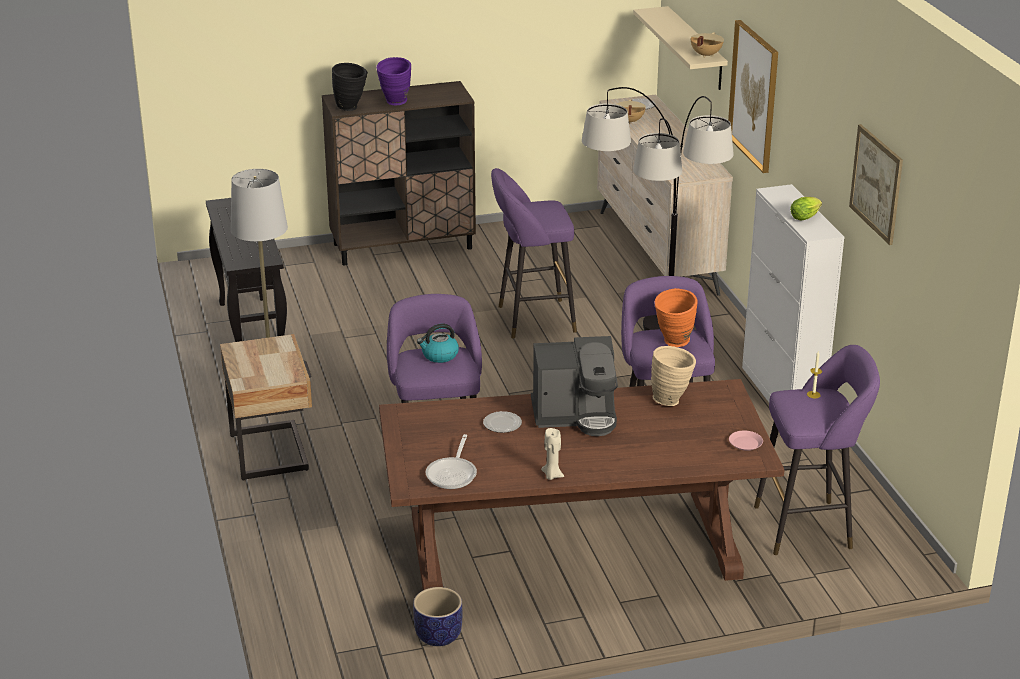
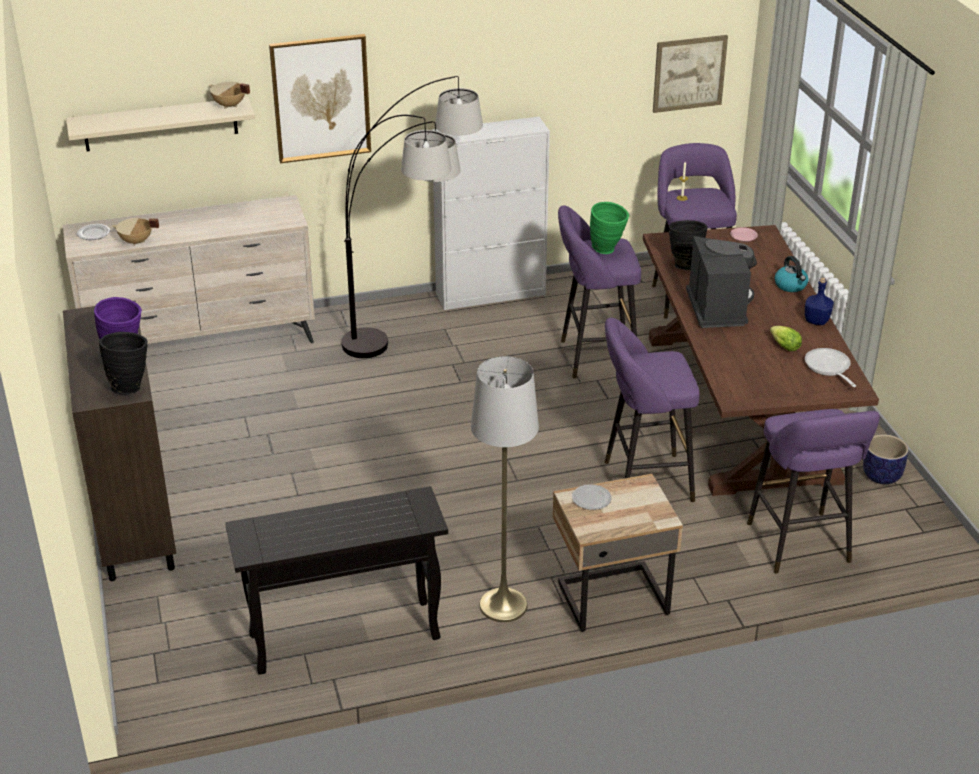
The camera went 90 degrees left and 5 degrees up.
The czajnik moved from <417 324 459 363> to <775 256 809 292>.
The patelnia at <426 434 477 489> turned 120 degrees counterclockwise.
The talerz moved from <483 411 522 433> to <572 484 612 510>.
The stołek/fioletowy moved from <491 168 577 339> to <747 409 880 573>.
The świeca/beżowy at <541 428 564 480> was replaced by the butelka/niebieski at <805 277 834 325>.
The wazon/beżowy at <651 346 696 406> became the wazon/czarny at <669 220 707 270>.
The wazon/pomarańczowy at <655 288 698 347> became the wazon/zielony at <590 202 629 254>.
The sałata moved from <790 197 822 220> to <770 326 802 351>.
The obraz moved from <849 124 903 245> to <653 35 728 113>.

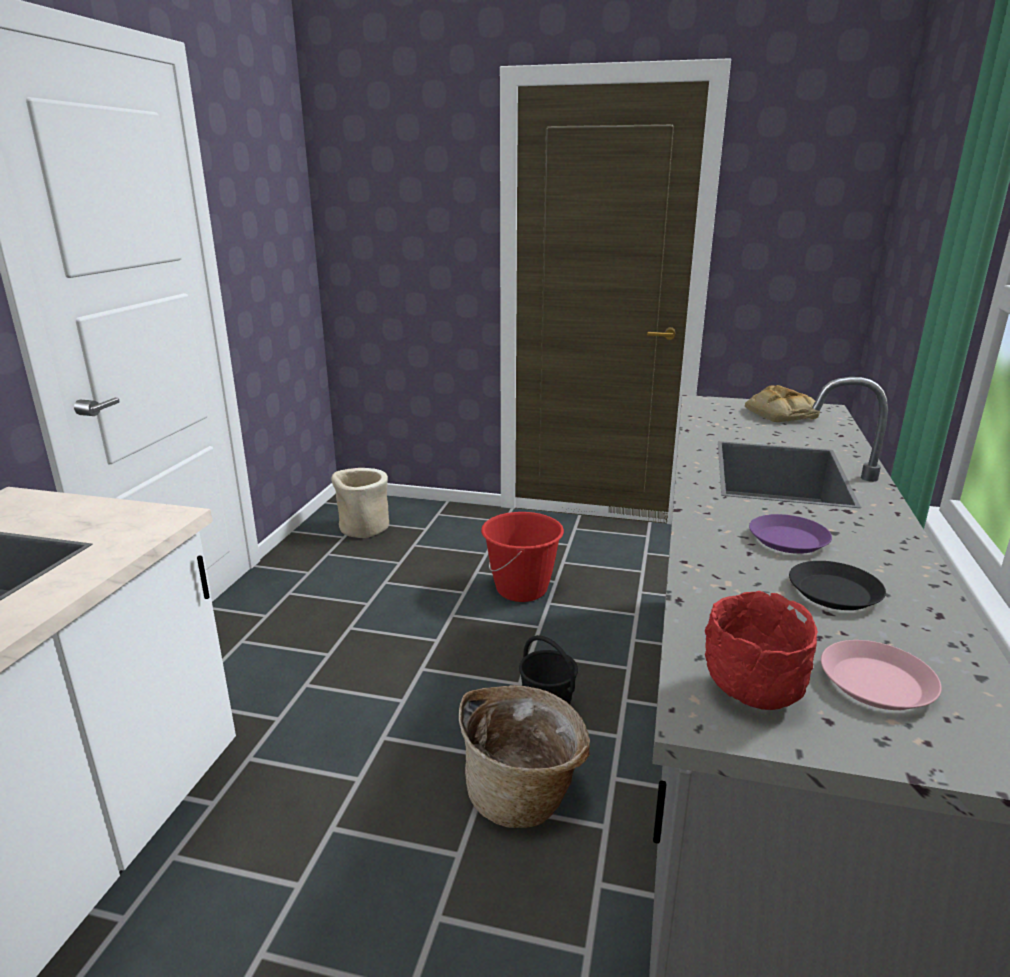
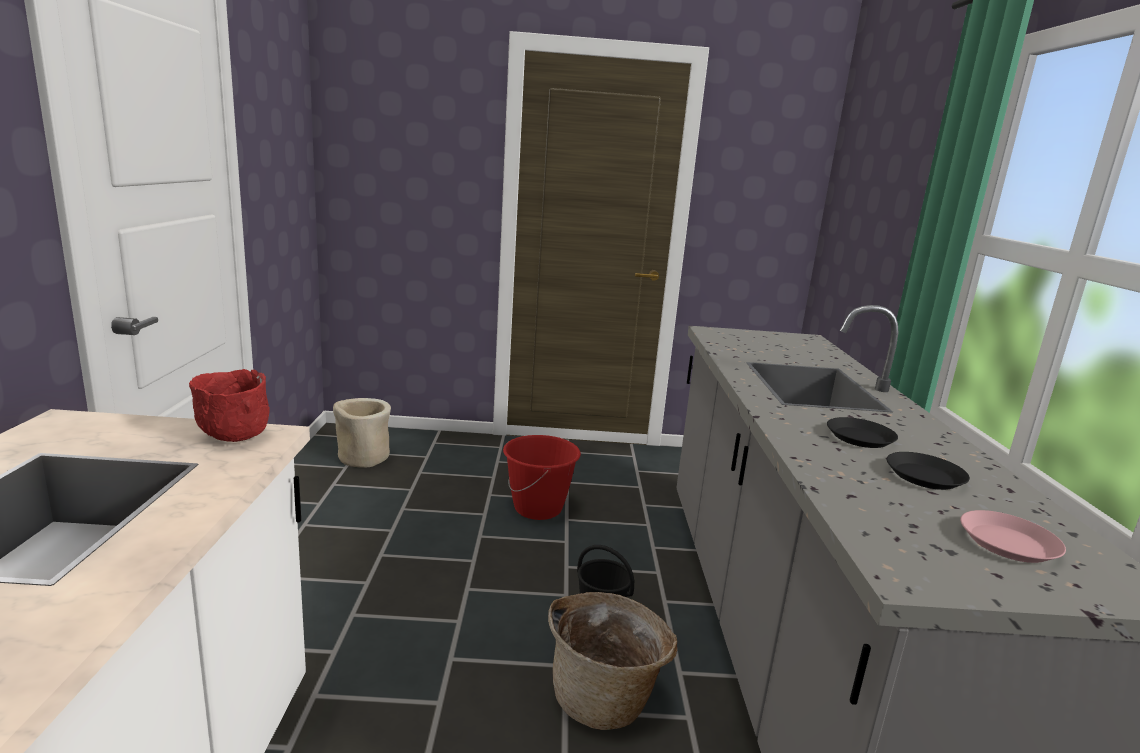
The camera went 15 degrees left and 5 degrees down.
The miska/czerwony moved from <705 591 818 710> to <189 369 270 442>.
The chleb at <745 385 820 422> disappeared.
The talerz/fioletowy at <749 514 832 554> became the talerz/czarny at <827 417 898 448>.

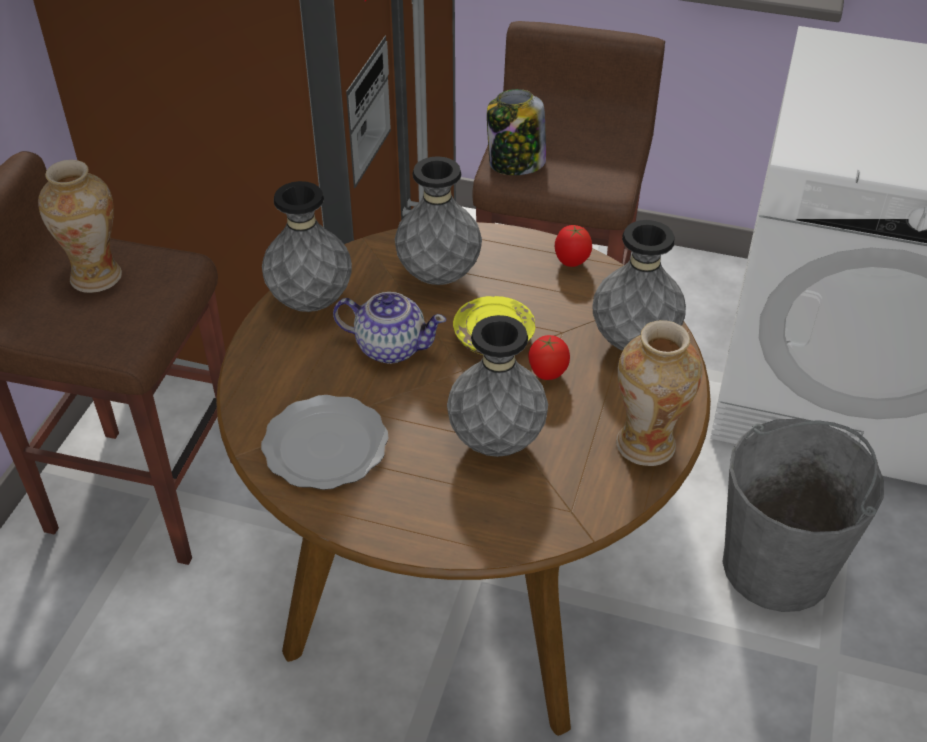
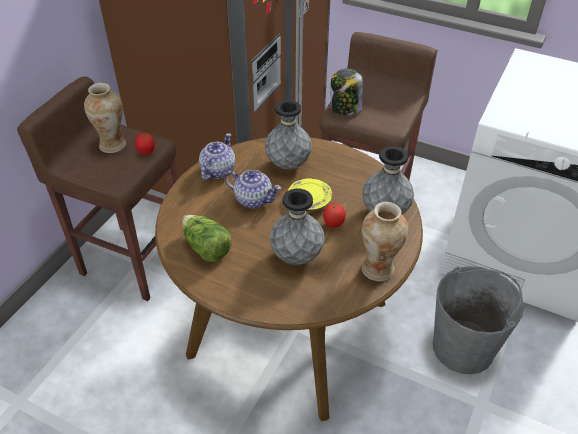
The camera went 10 degrees right and 0 degrees up.
The talerz at <261 395 389 490> was replaced by the sałata at <182 215 232 262>.
The wazon/szary at <262 181 352 312> was replaced by the imbryk at <199 133 236 180>.
The pomidor moved from <555 225 592 267> to <135 133 155 155>.

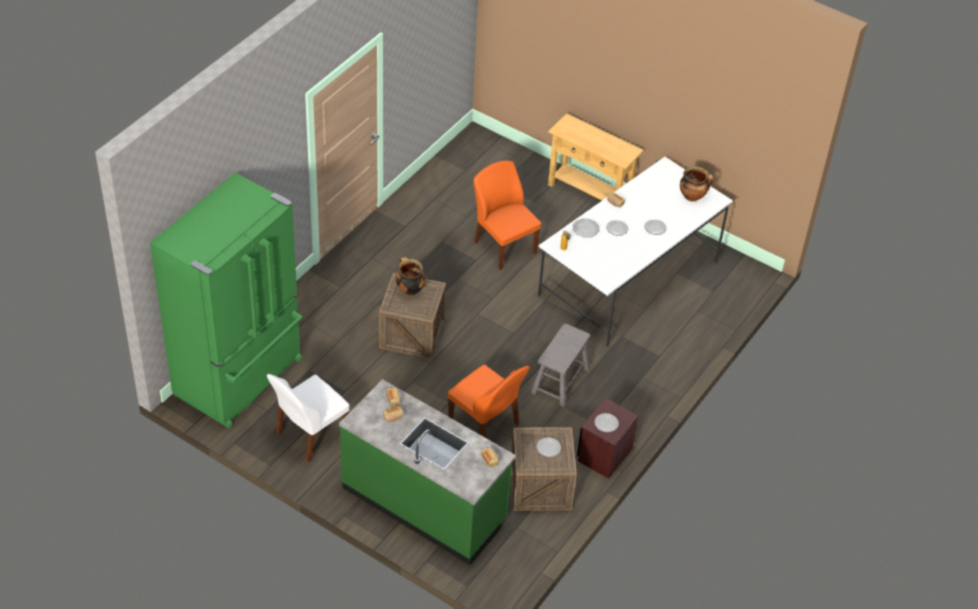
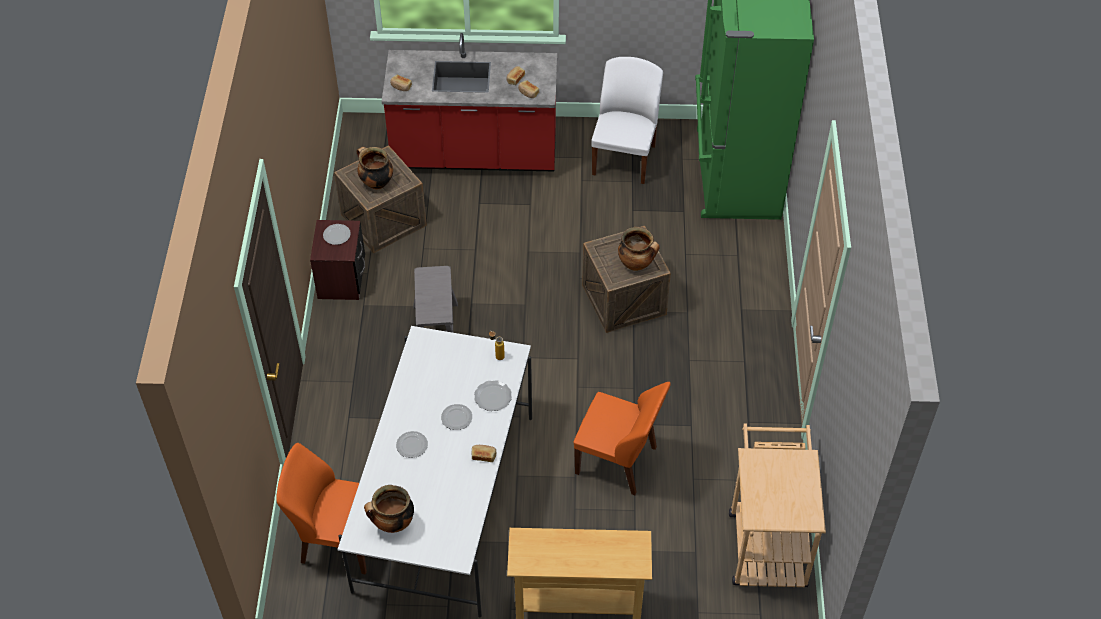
The camera went 150 degrees right and 5 degrees up.
The zabudowa kuchenna/zielony at <339 379 516 565> became the zabudowa kuchenna/czerwony at <382 33 557 171>.
The krzesło/pomarańczowy moved from <448 365 530 438> to <276 443 367 574>.
The talerz at <537 438 561 457> was replaced by the garnek at <357 147 393 189>.
The wózek/beżowy at <729 423 826 587> appeared.

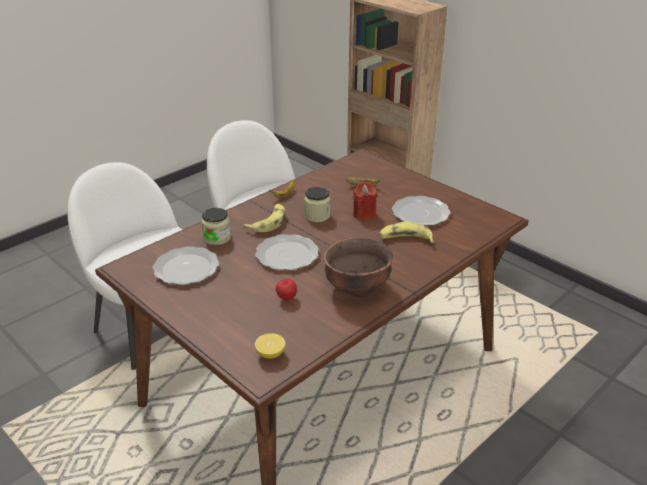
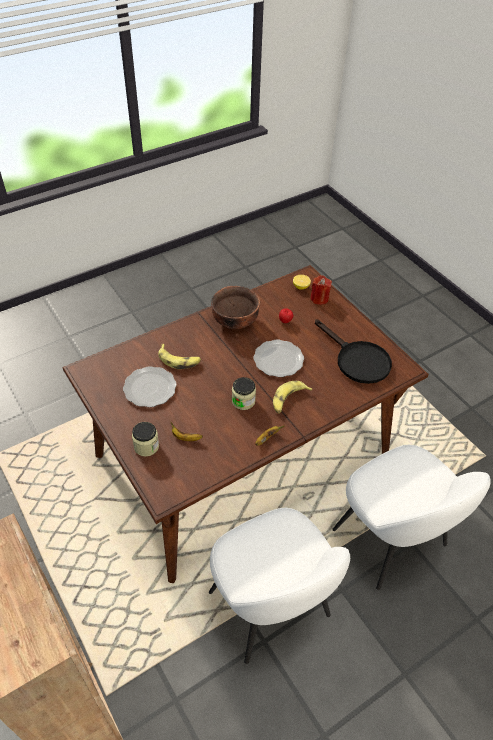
The camera went 170 degrees left and 15 degrees up.
The talerz at <152 246 219 285> was replaced by the patelnia/czarny at <315 319 392 384>.
The słoik moved from <202 208 231 245> to <132 422 159 457>.
The świeca/czerwony moved from <353 182 377 220> to <311 275 332 305>.

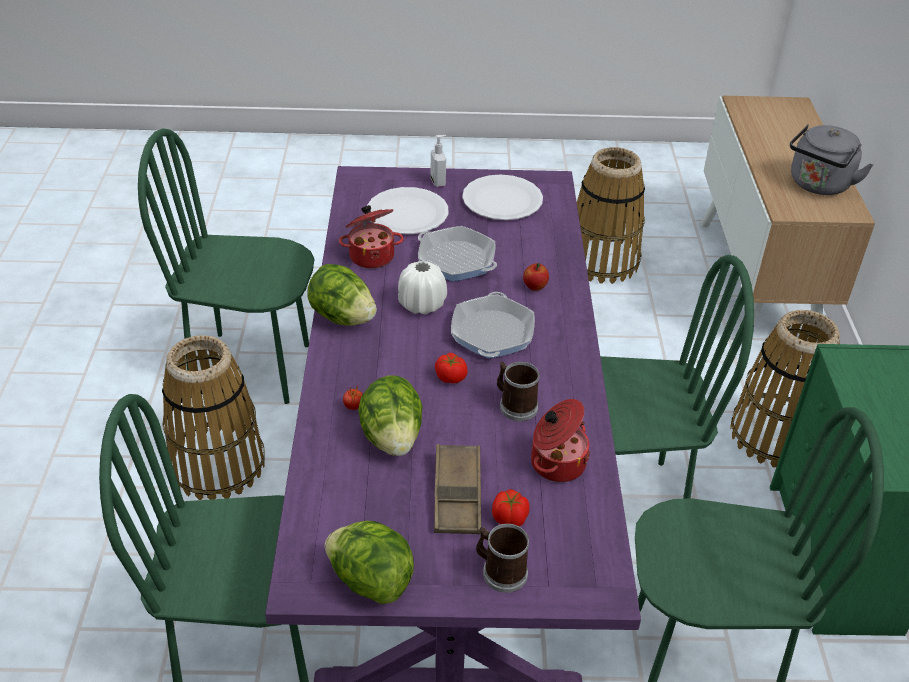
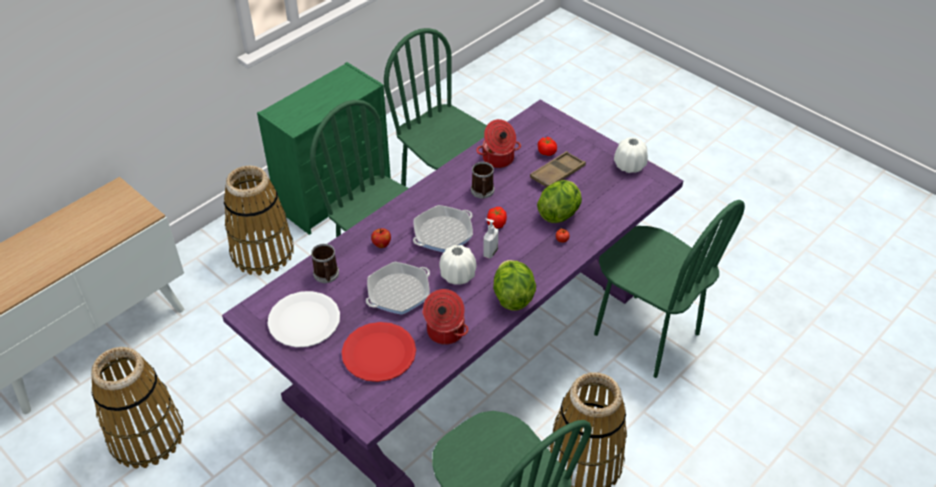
The camera went 135 degrees left and 5 degrees up.
The sałata at <325 521 414 604> was replaced by the wazon/biały at <614 137 648 173>.
The talerz/biały at <367 187 448 234> became the talerz/czerwony at <342 322 416 382>.
The patelnia at <418 226 497 281> turned 120 degrees counterclockwise.
The dozownik mydła moved from <430 135 446 187> to <483 219 498 259>.
The kubek moved from <476 524 529 593> to <311 244 339 283>.
The czajnik/szary at <790 124 874 195> disappeared.

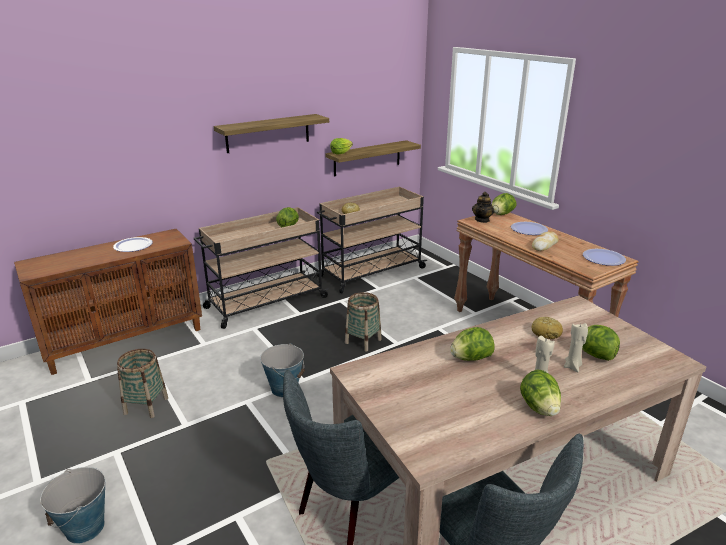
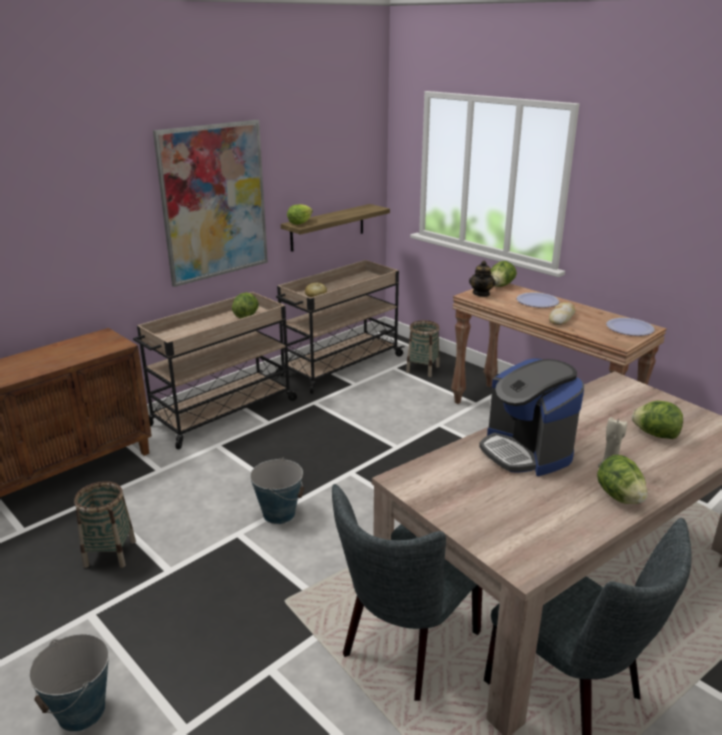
The camera went 10 degrees left and 0 degrees up.
The talerz at <113 237 153 252> disappeared.
The półka at <214 114 329 153> was replaced by the obraz at <153 120 268 287>.
The koszyk moved from <345 292 382 352> to <406 320 440 377>.
The sałata at <450 327 495 361> was replaced by the ekspres do kawy at <479 358 584 476>.
The chleb at <532 316 563 339> disappeared.
The świeca/beżowy at <564 323 588 373> disappeared.

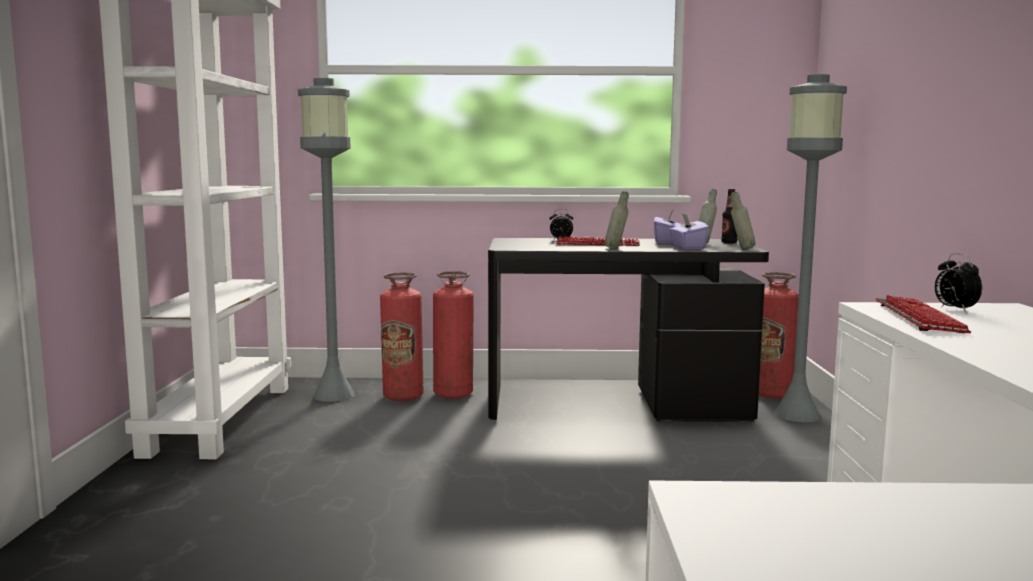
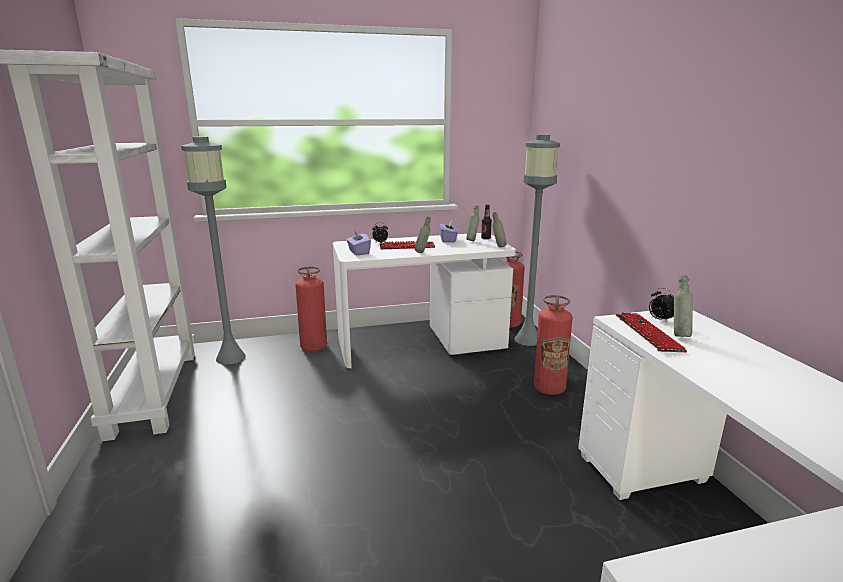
The camera went 15 degrees left and 10 degrees up.
The gaśnica moved from <380 272 424 401> to <534 295 573 395>.
The biurko/czarny at <488 238 769 422> became the biurko/biały at <333 233 516 368>.
The pudełko chusteczek/fioletowy moved from <669 213 709 250> to <346 230 371 255>.
The butelka/szary at <674 275 693 337> appeared.

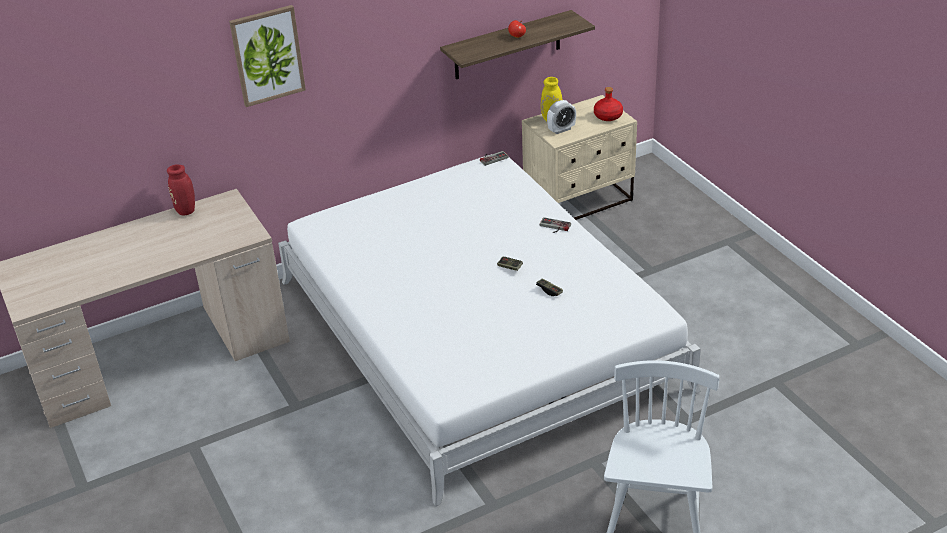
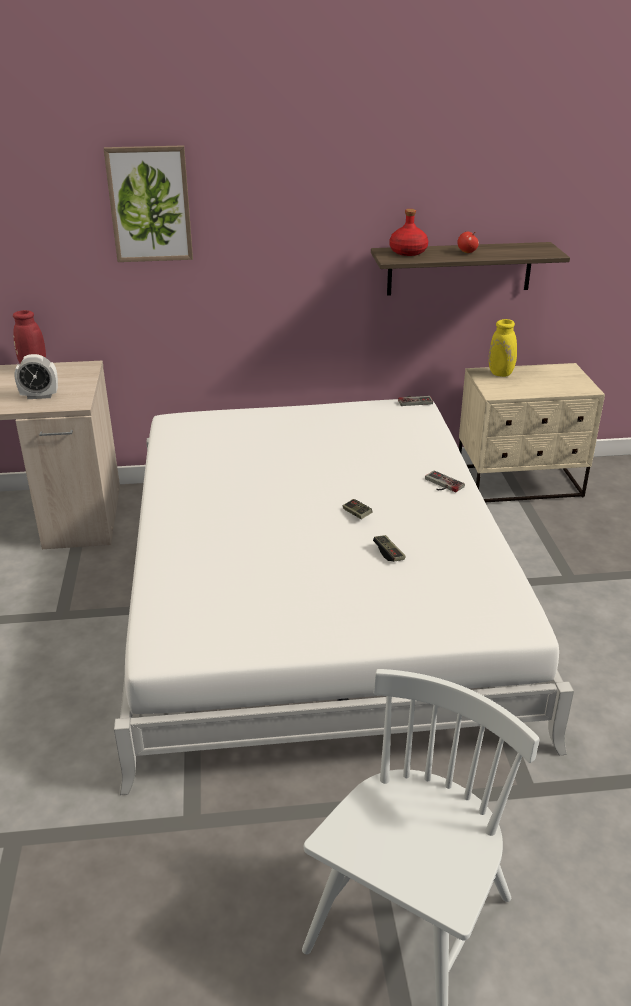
The camera went 20 degrees right and 5 degrees down.
The budzik moved from <547 100 576 134> to <14 354 58 399>.
The butelka/czerwony moved from <594 87 623 121> to <390 209 428 256>.

